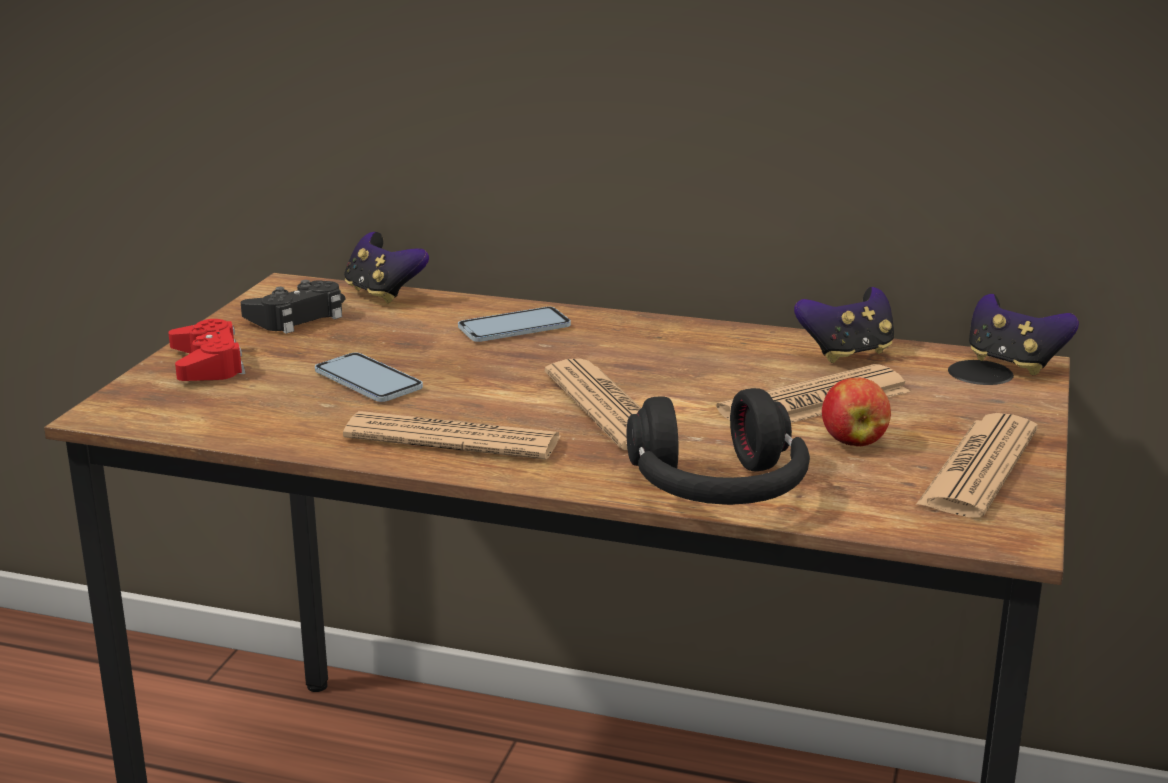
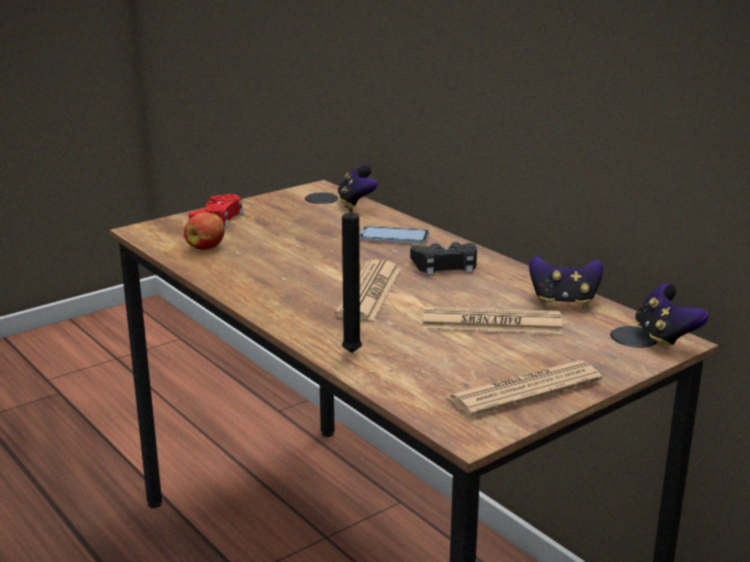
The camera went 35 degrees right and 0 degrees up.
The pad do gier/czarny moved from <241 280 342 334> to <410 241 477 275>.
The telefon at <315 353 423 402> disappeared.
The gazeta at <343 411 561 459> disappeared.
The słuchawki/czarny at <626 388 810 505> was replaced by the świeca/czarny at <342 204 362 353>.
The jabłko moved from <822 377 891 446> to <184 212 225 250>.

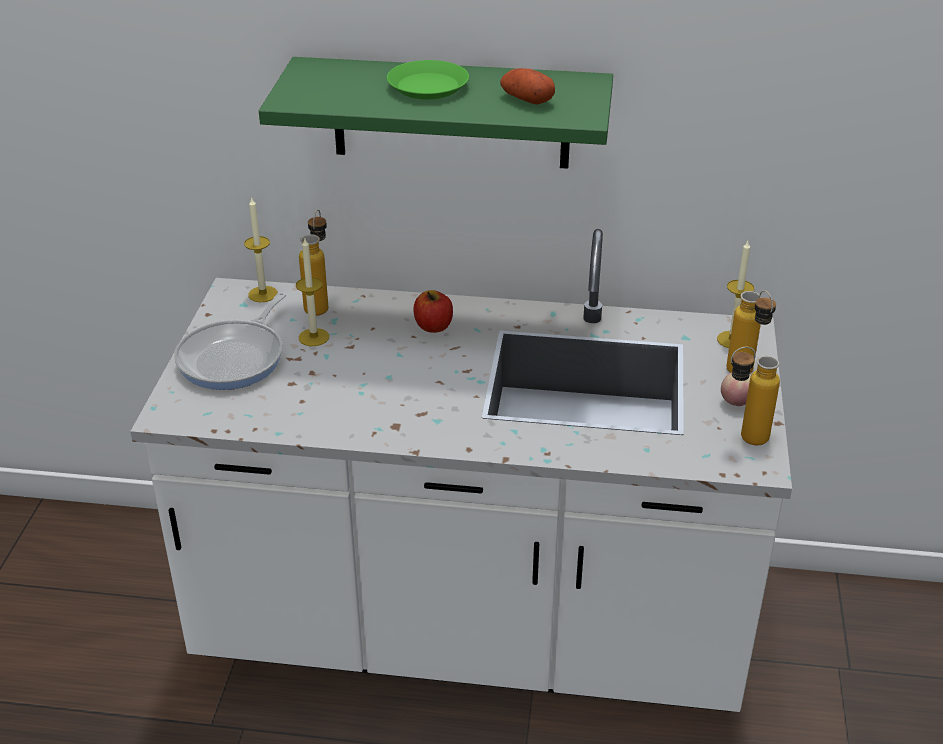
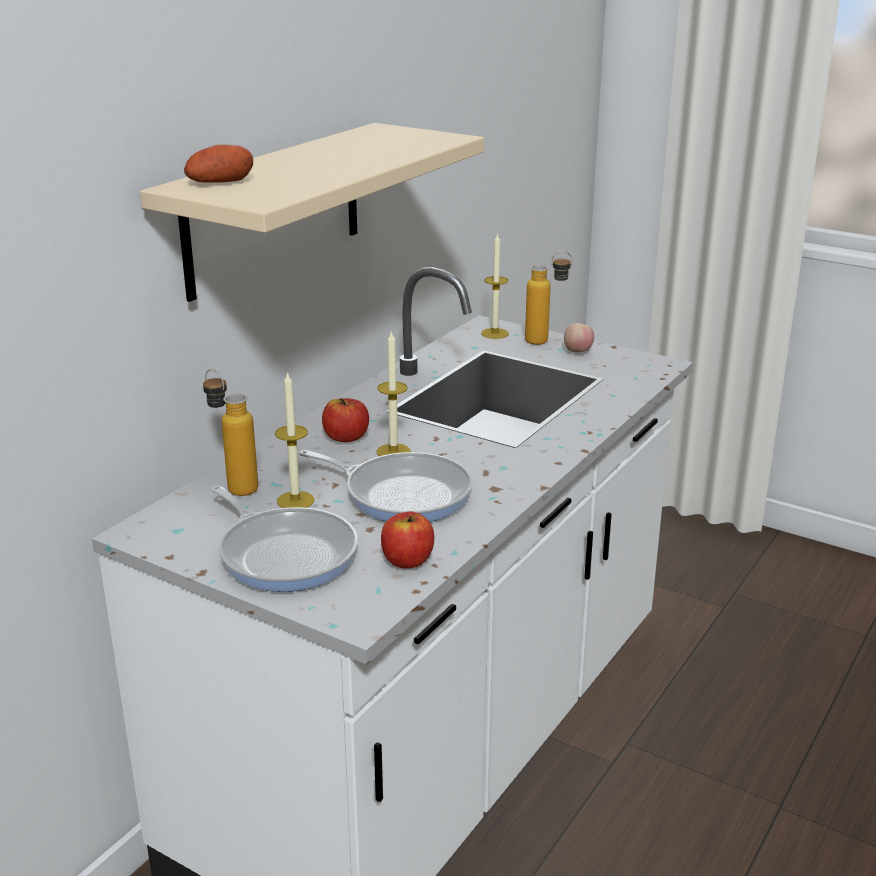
The camera went 65 degrees left and 10 degrees down.
The świeca moved from <244 197 278 302> to <377 330 411 456>.
The półka/zielony at <259 57 613 169> became the półka/beżowy at <140 123 484 302>.
The talerz/zielony at <387 60 469 100> disappeared.
The ziemniak moved from <500 68 555 104> to <184 145 253 183>.
The butelka at <731 346 780 445> disappeared.
The patelnia at <299 450 473 522> appeared.
The jabłko at <381 511 434 569> appeared.

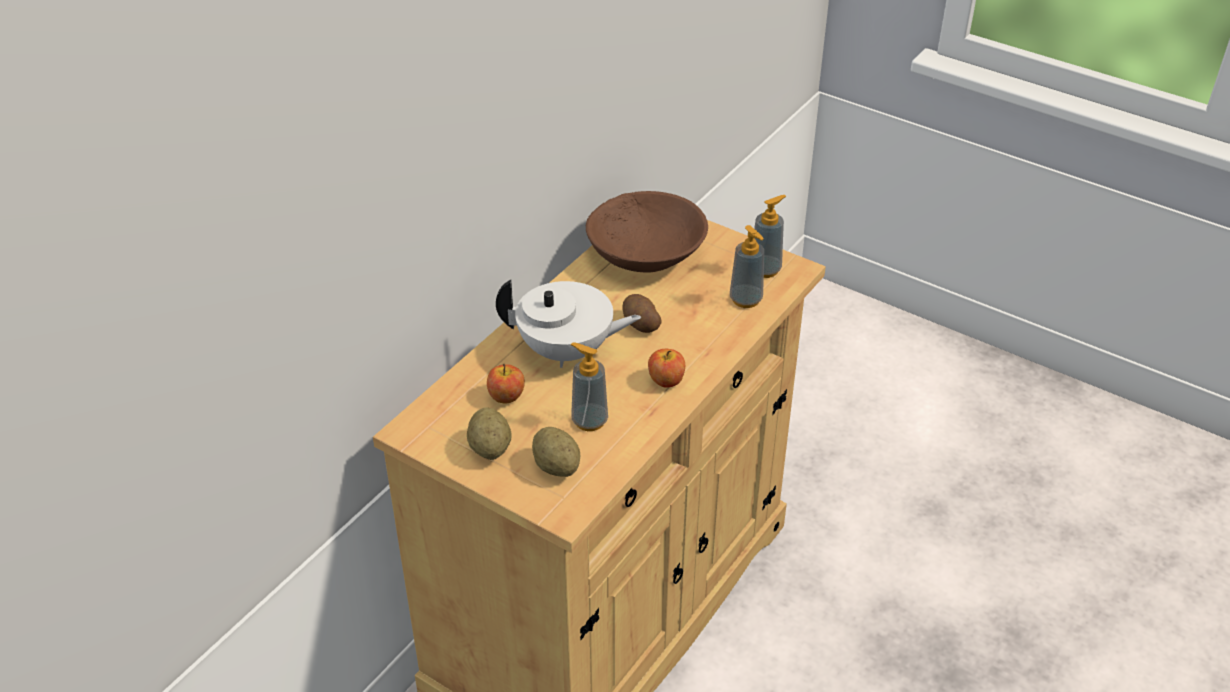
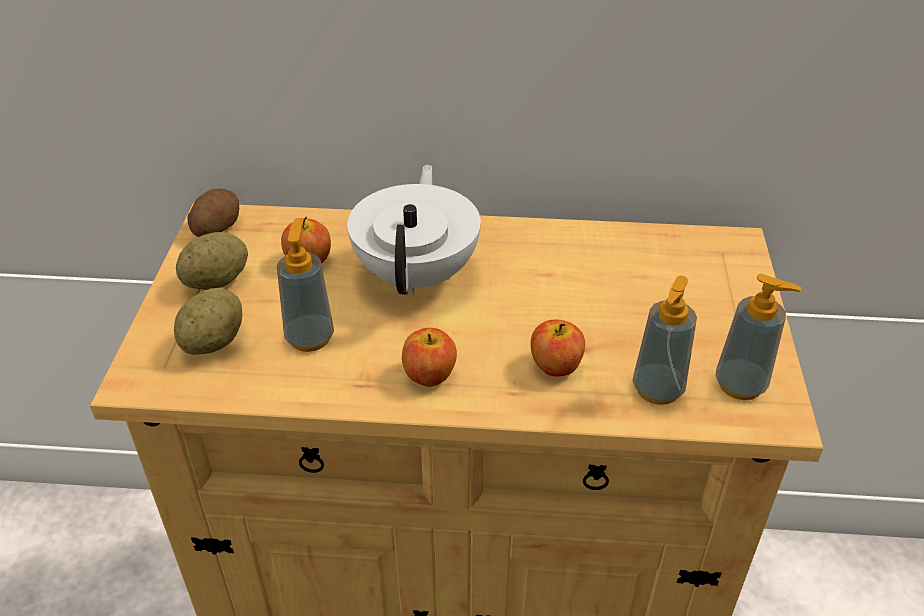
The camera went 60 degrees right and 0 degrees up.
The imbryk/biały at <496 280 641 368> turned 150 degrees counterclockwise.
The miska/brązowy at <586 191 708 272> disappeared.
The ziemniak moved from <622 294 662 333> to <188 188 239 237>.
The jabłko at <531 319 585 377> appeared.

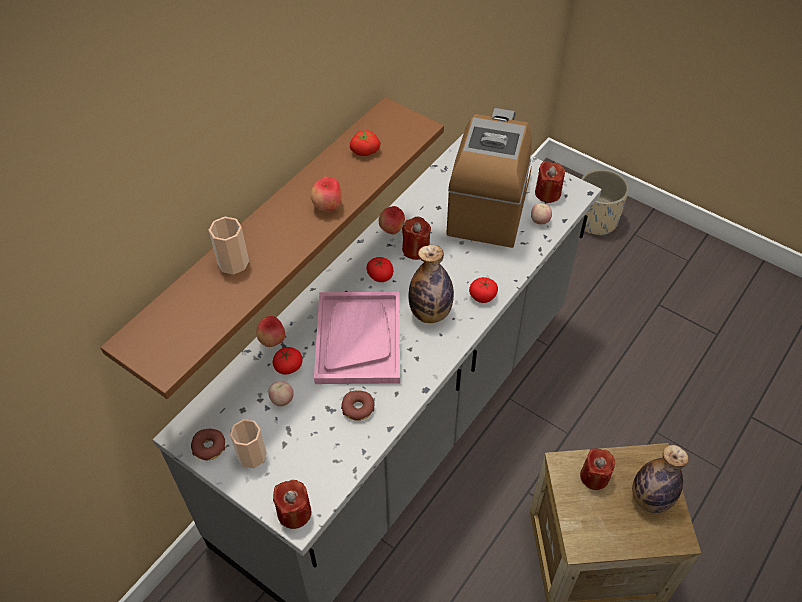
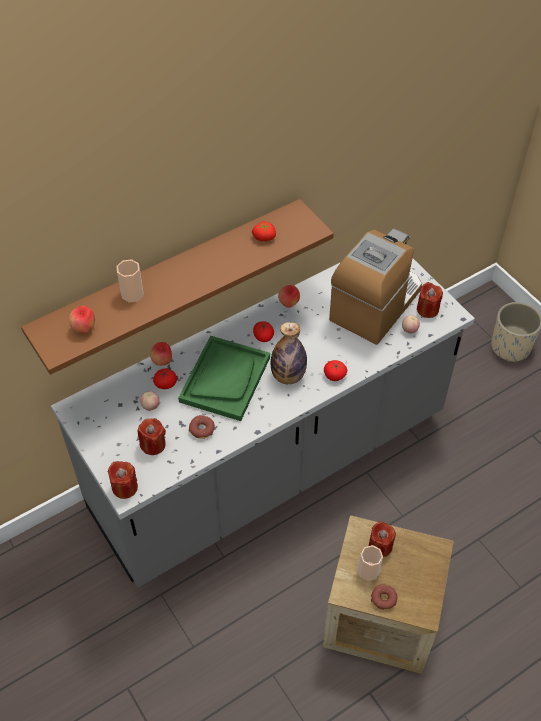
The camera went 20 degrees right and 0 degrees up.
The donut moved from <191 429 225 460> to <371 584 397 610>.
The filiżanka moved from <230 419 267 468> to <358 545 383 581>.
The jabłko moved from <311 177 342 211> to <69 306 95 333>.
The taca/różowy at <314 292 400 384> became the taca/zielony at <178 336 270 421>.
The świeca/czerwony moved from <402 217 431 260> to <138 418 166 455>.
The butelka at <632 445 689 513> disappeared.

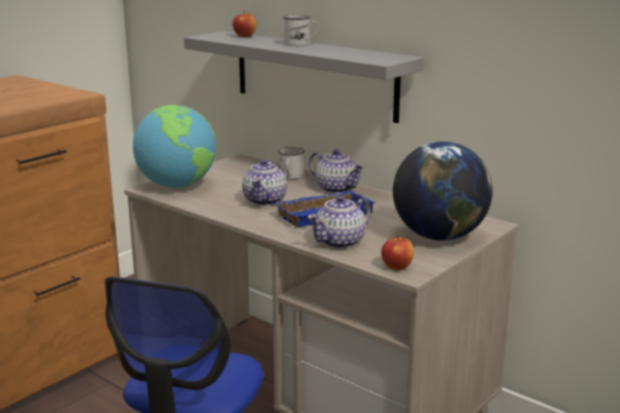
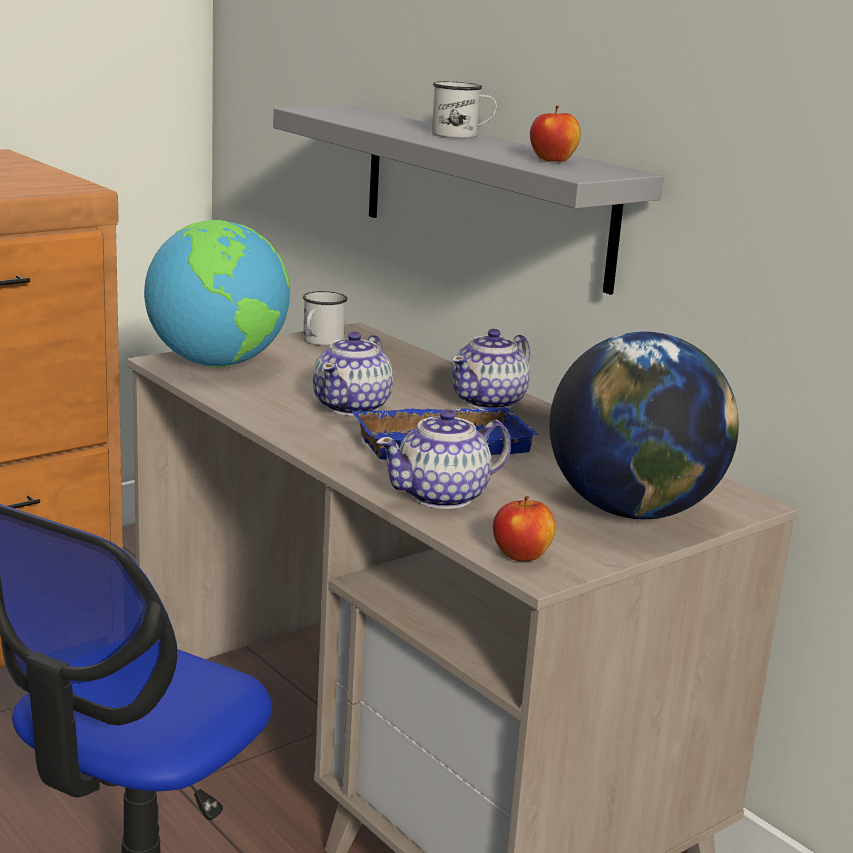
The camera went 10 degrees right and 0 degrees up.
The jabłko moved from <233 10 257 37> to <530 105 581 162>.
The kubek/biały moved from <278 147 304 179> to <303 291 347 346>.
The imbryk at <309 149 365 194> turned 75 degrees clockwise.

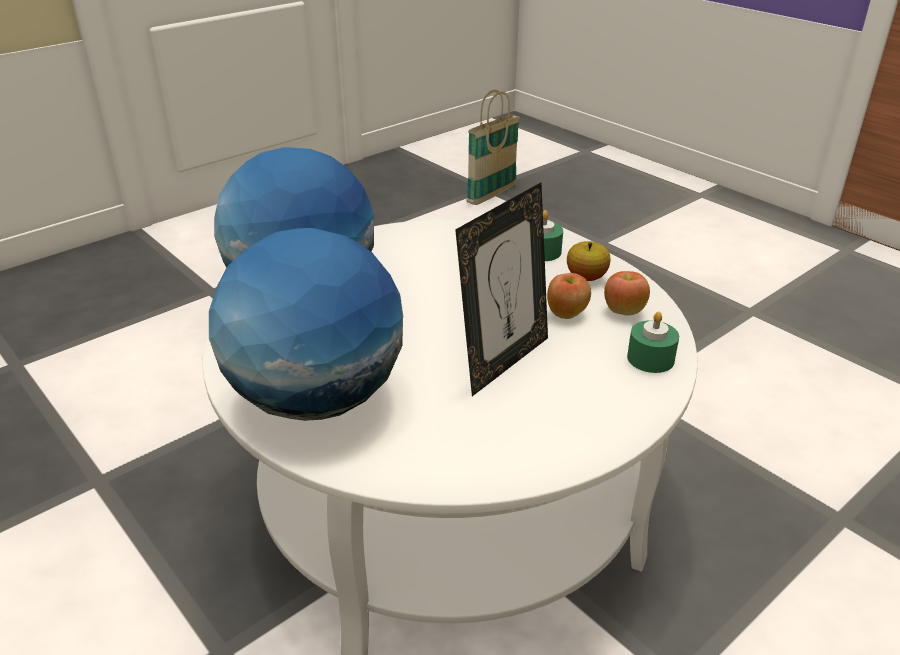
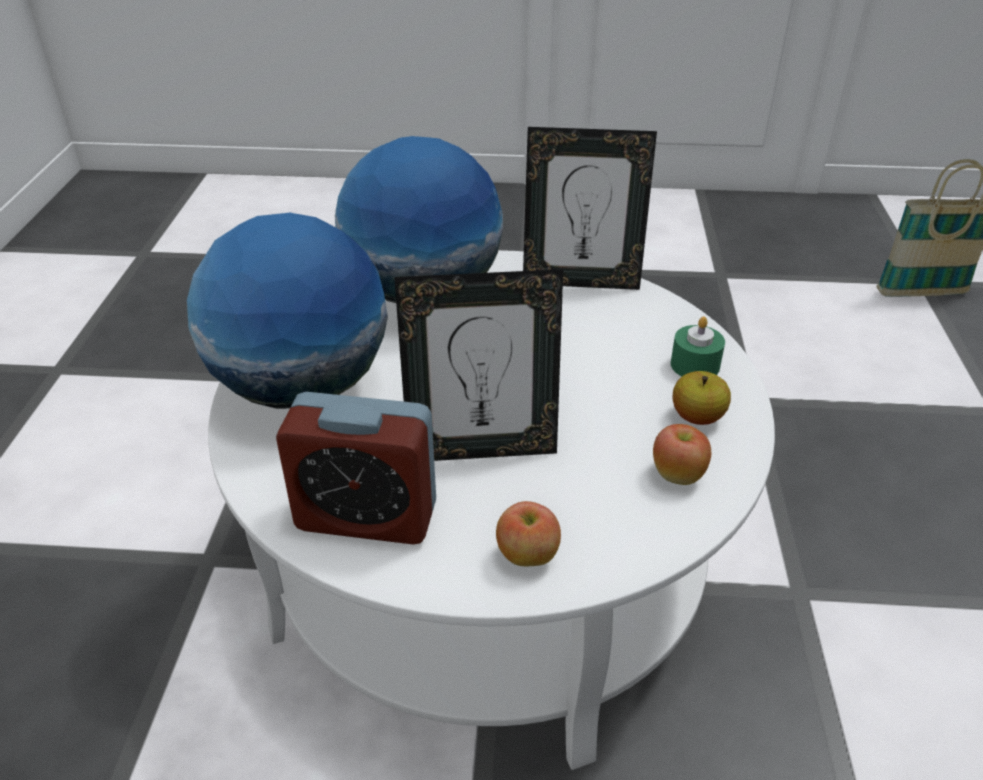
The camera went 45 degrees right and 5 degrees up.
The jabłko moved from <547 273 591 319> to <496 501 561 566>.
The świeca/zielony at <627 312 679 373> disappeared.
The budzik at <276 392 436 545> appeared.
The ramka na zdjęcie at <523 127 657 290> appeared.

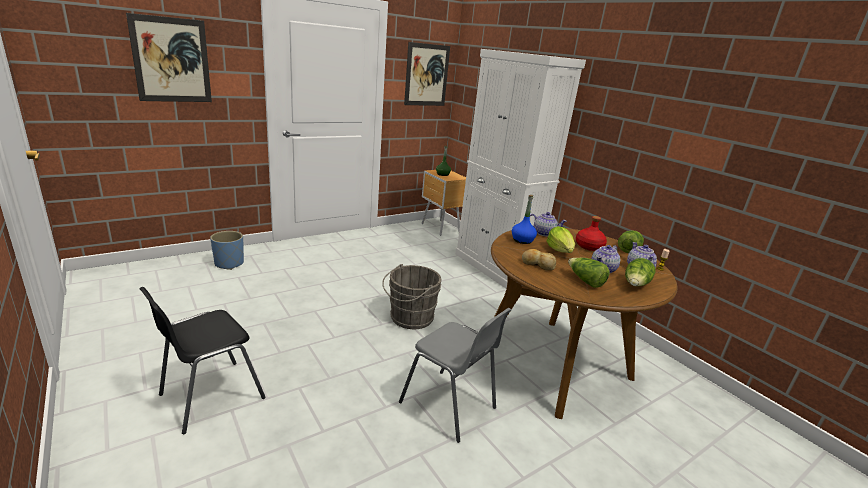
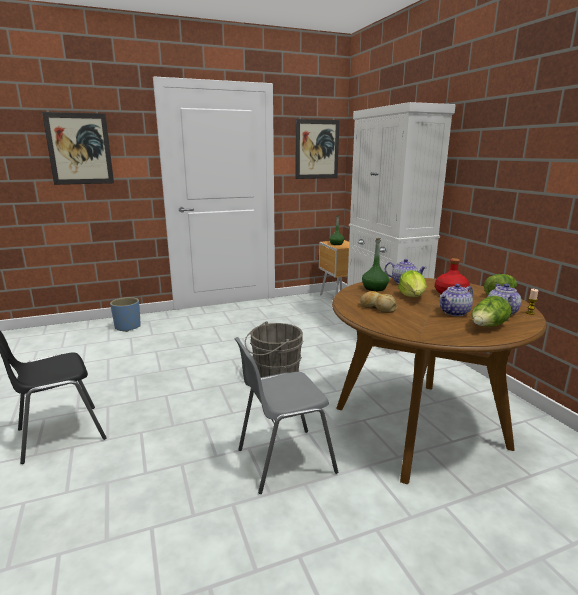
The camera went 15 degrees right and 5 degrees down.
The krzesło/szary at <399 308 511 443> turned 105 degrees clockwise.
The butelka/niebieski at <512 195 537 244> became the butelka/zielony at <362 238 389 291>.
The sałata at <568 258 610 288> disappeared.

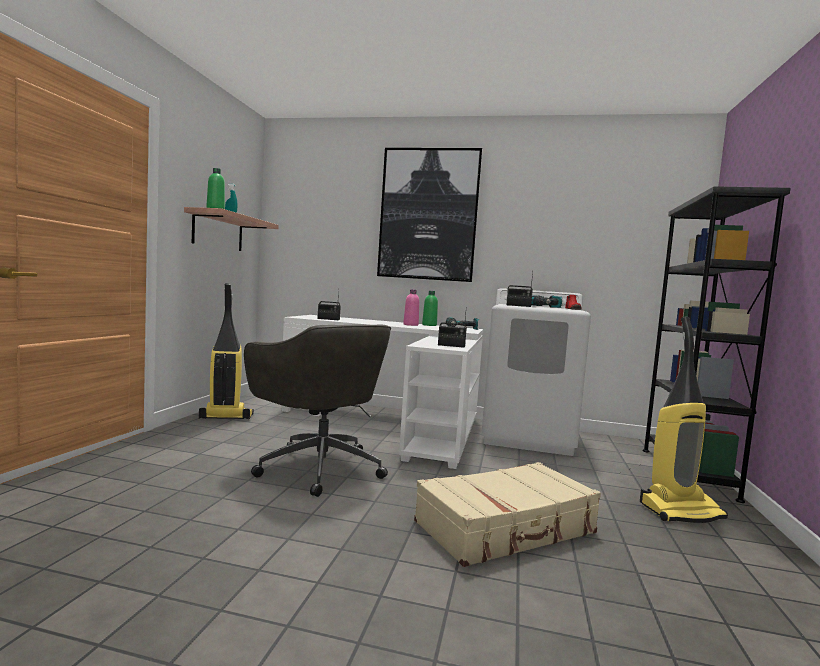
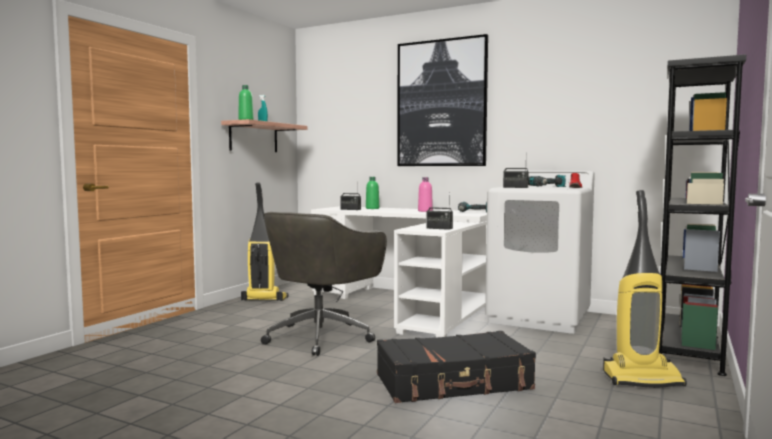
The camera went 15 degrees right and 0 degrees up.
The krzesło biurowe/szary at <244 324 391 497> turned 60 degrees clockwise.
The walizka/beżowy at <414 462 601 567> became the walizka/czarny at <377 331 536 403>.
The butelka/zielony moved from <422 291 438 326> to <366 177 379 209>.

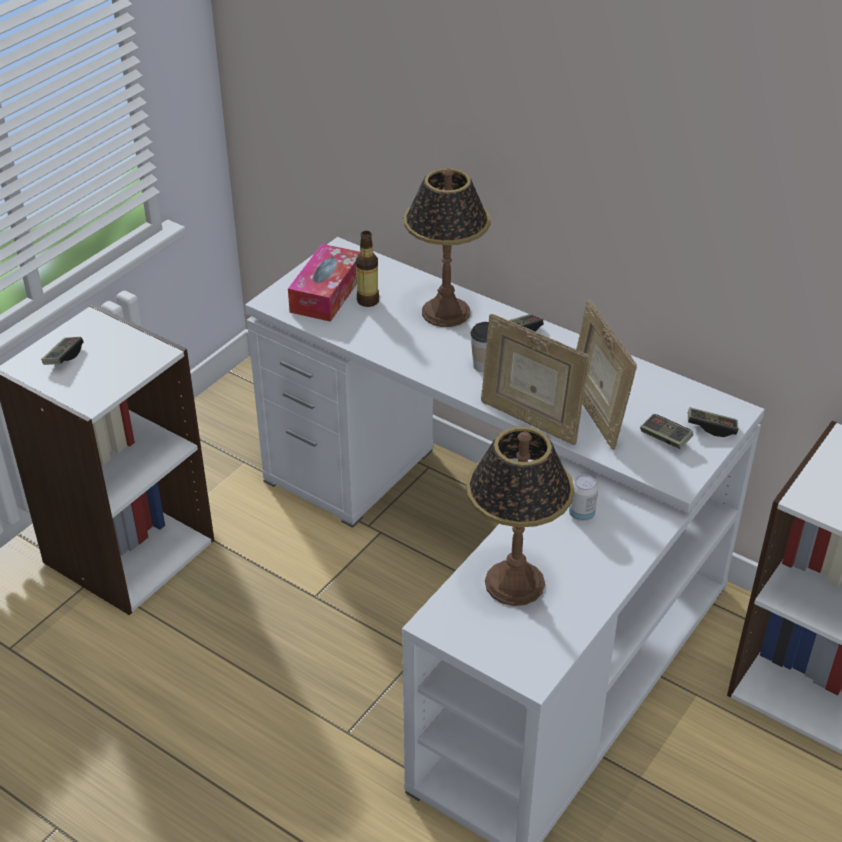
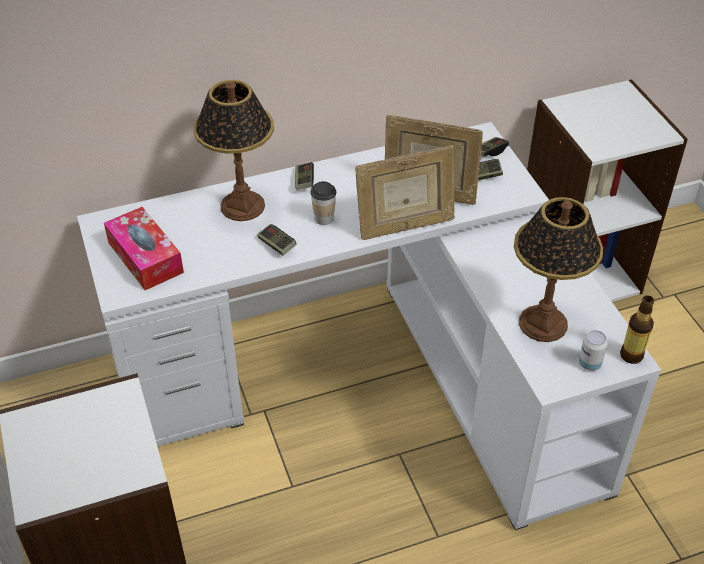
The camera went 55 degrees left and 5 degrees up.
The pad do gier moved from <41 337 84 365> to <257 224 297 255>.
The butelka moved from <356 231 379 307> to <620 295 654 364>.
The puszka moved from <569 474 598 521> to <579 330 608 371>.

